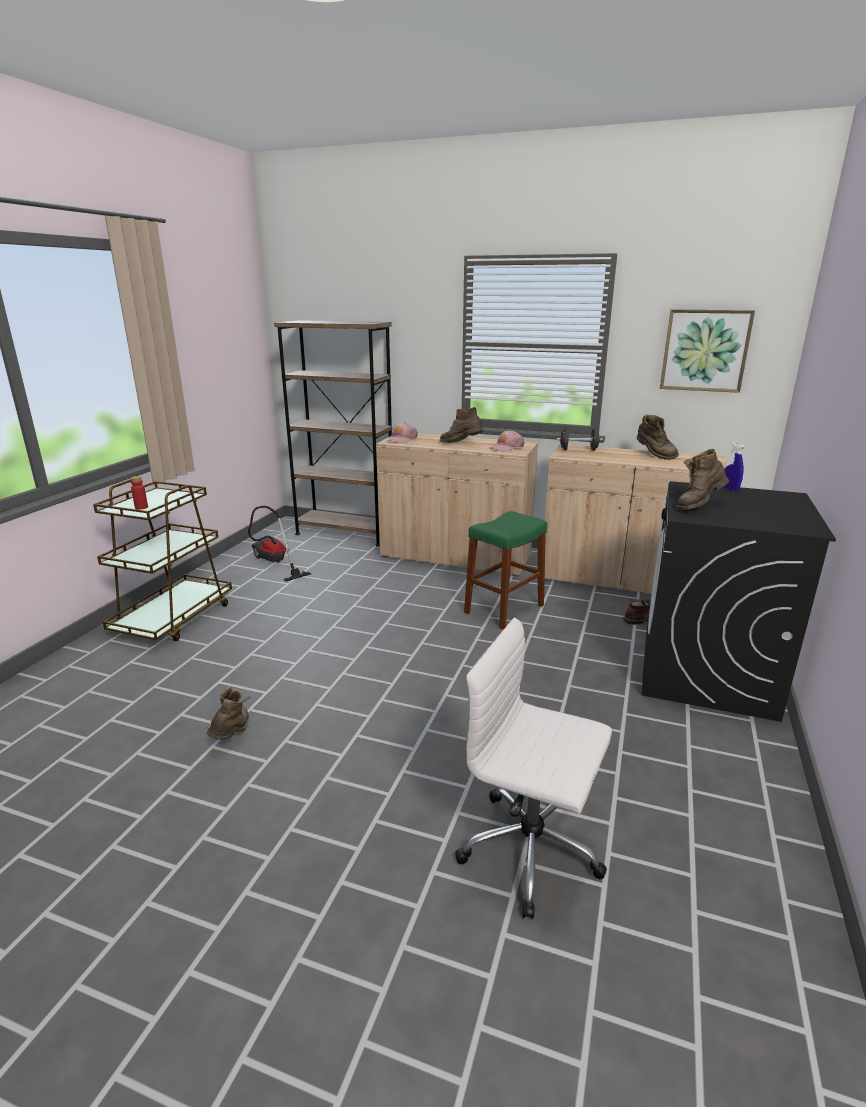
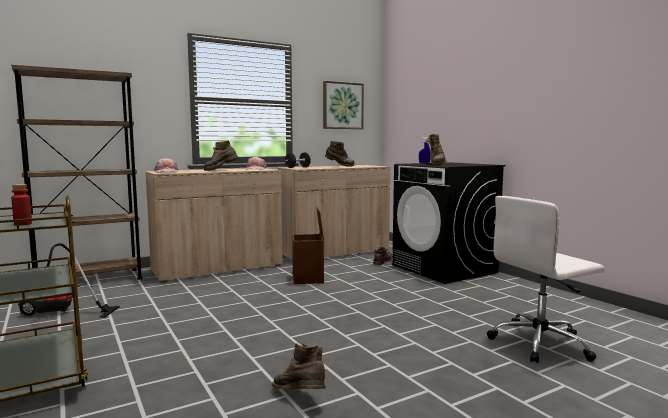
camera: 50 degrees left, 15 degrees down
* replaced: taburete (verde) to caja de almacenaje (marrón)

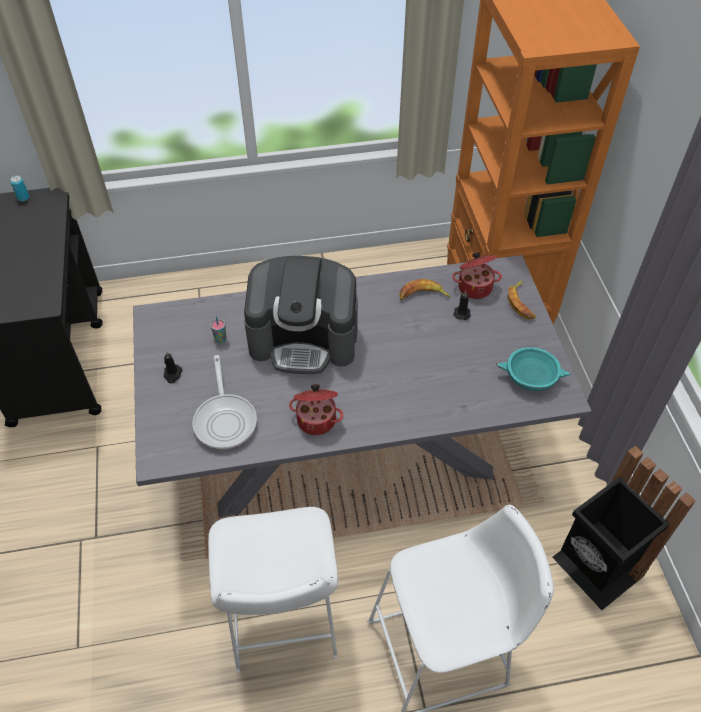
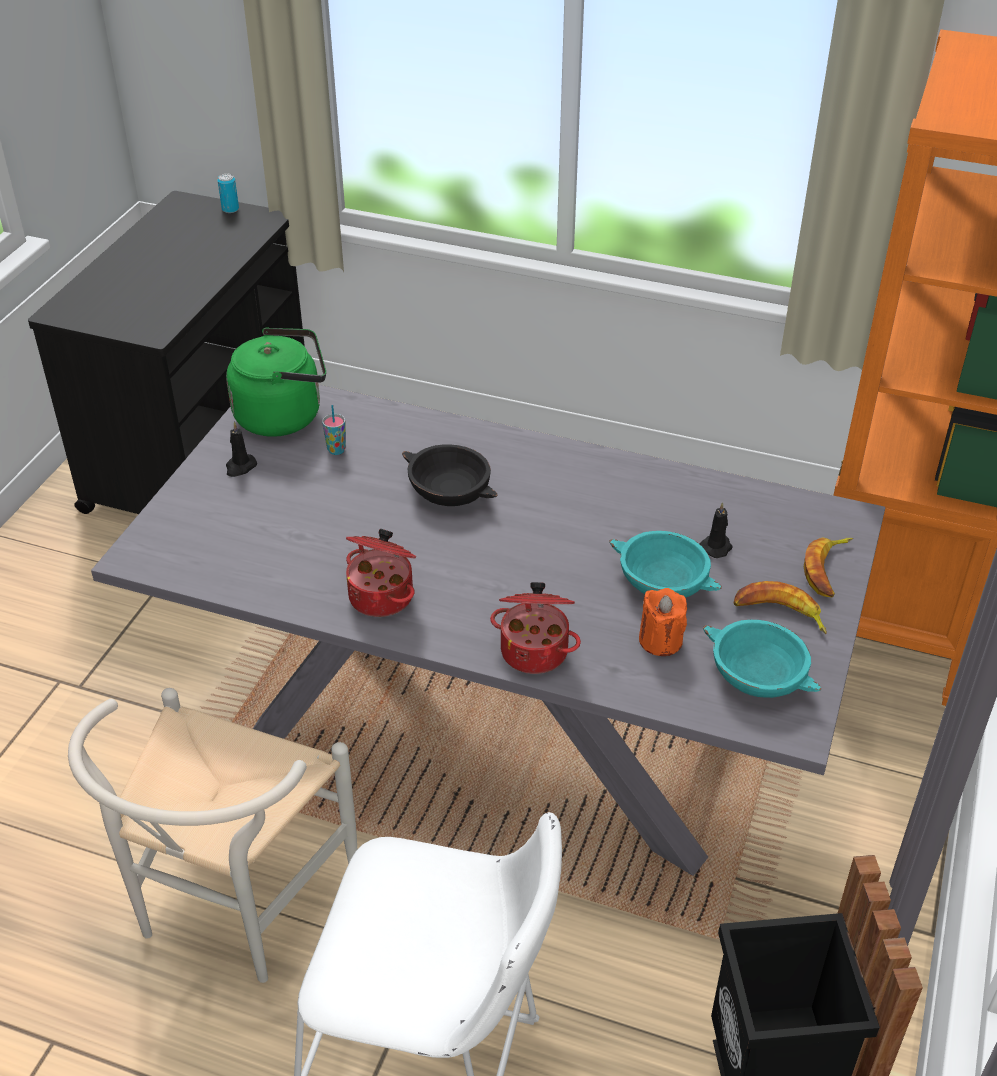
camera: 30 degrees right, 10 degrees down
* removed: sartén
* replaced: taburete (blanco) (1st from left) to silla (blanco)
* replaced: cafetera to cuenco (negro)
* moved: plátano (1st from left)
* moved: olla (2nd from left)
* added: hervidor (verde)
* added: cuenco (turquesa) (1st from left)
* added: vela (naranja)

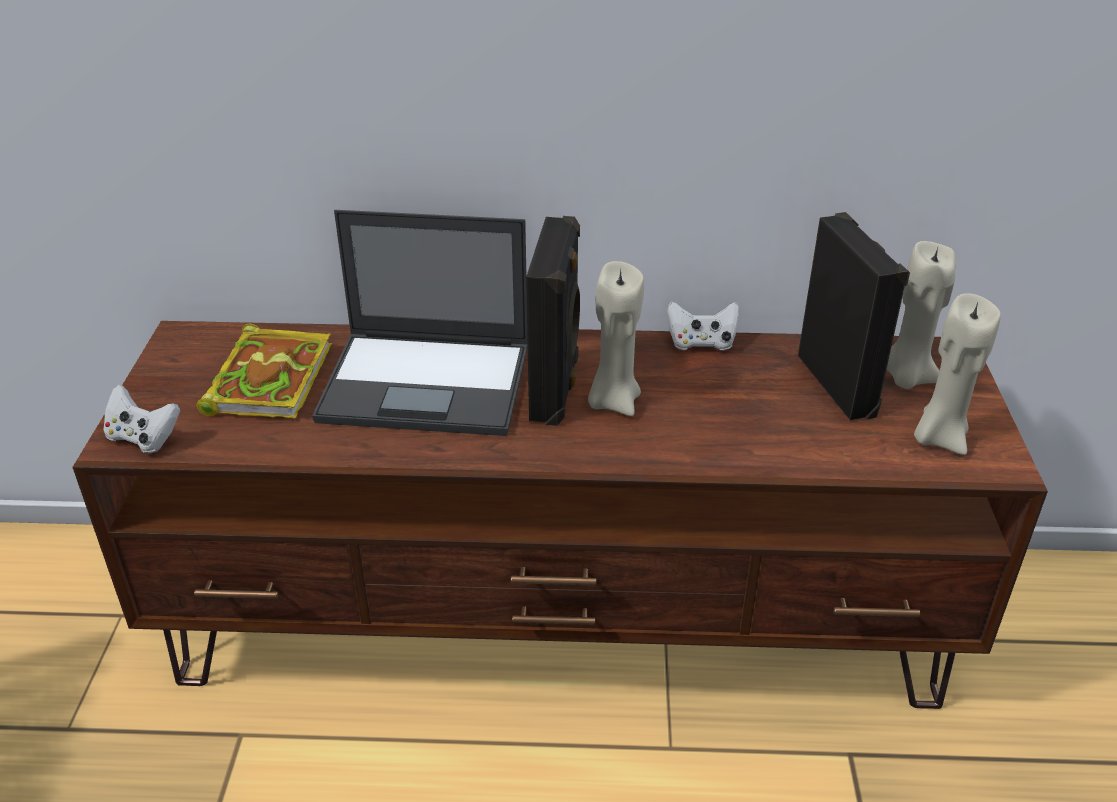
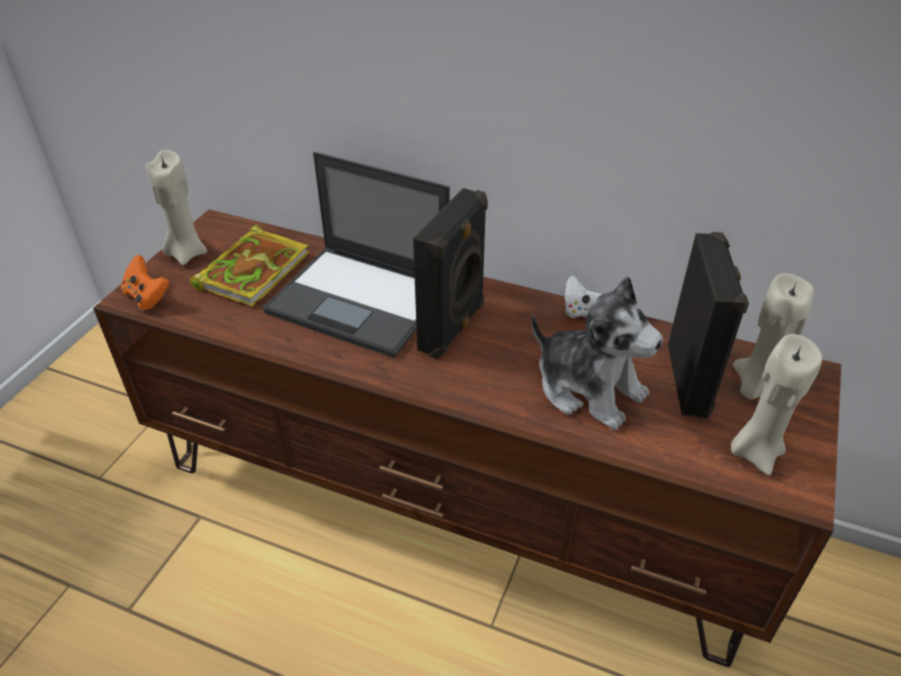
camera: 20 degrees right, 5 degrees up
* recoloured: mando de consola (blanco) (1st from left) to mando de consola (naranja)
* moved: vela (beis) (1st from left)
* added: peluche

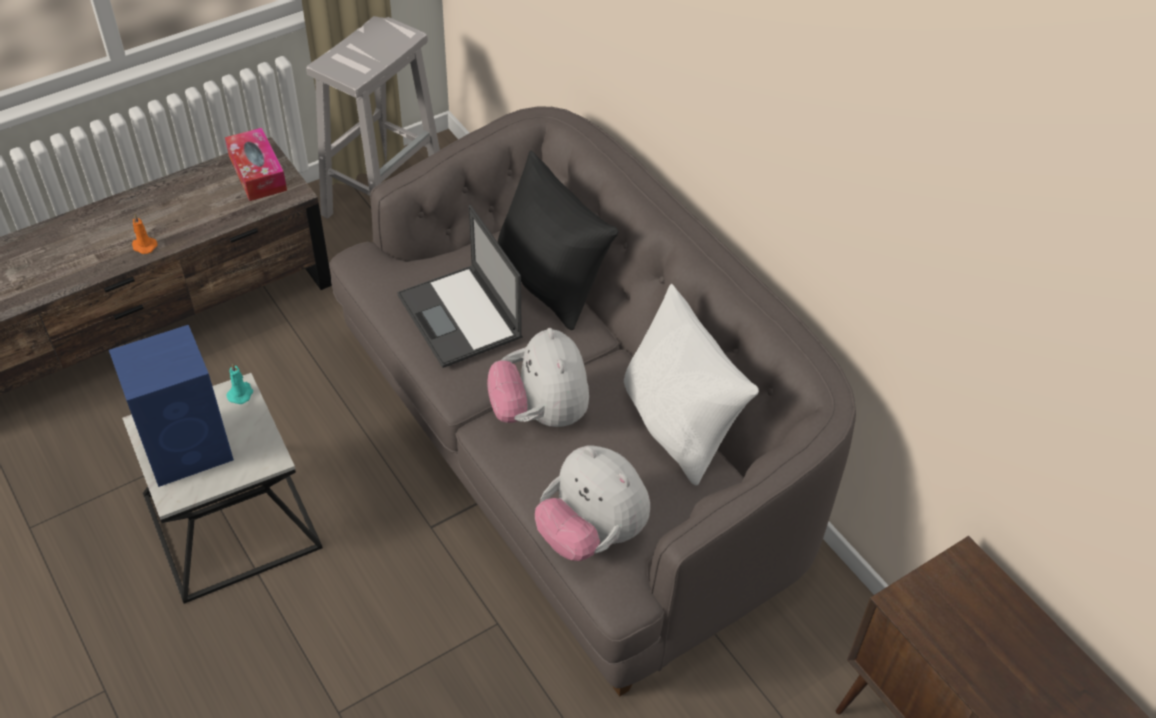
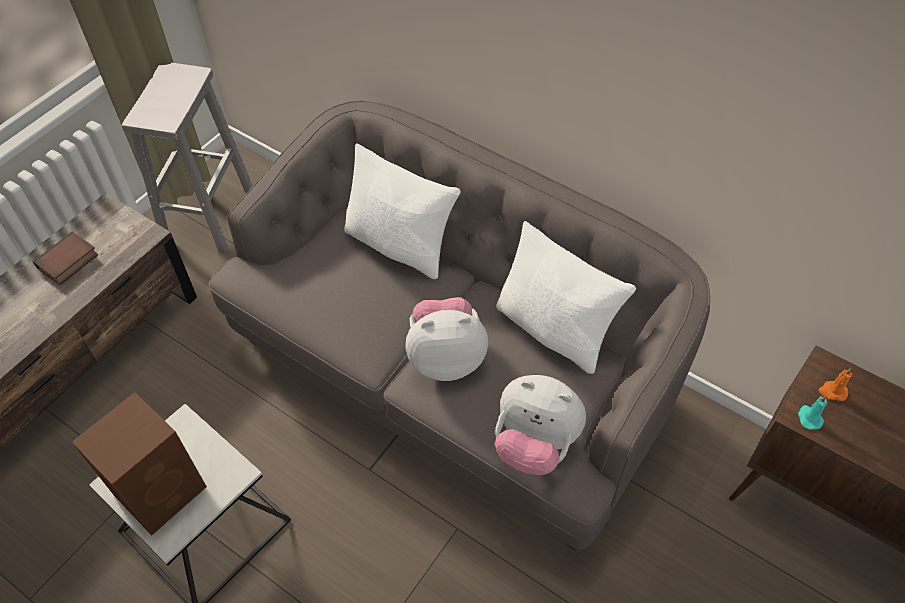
camera: 20 degrees left, 5 degrees up
* recoloured: altavoz (azul) to altavoz (marrón)
* moved: vela (naranja)
* removed: caja de pañuelos
* moved: vela (turquesa)
* removed: portátil
* turned: peluche (1st from left) 120 degrees clockwise
* recoloured: cojín (negro) to cojín (blanco) (1st from left)
* added: libro

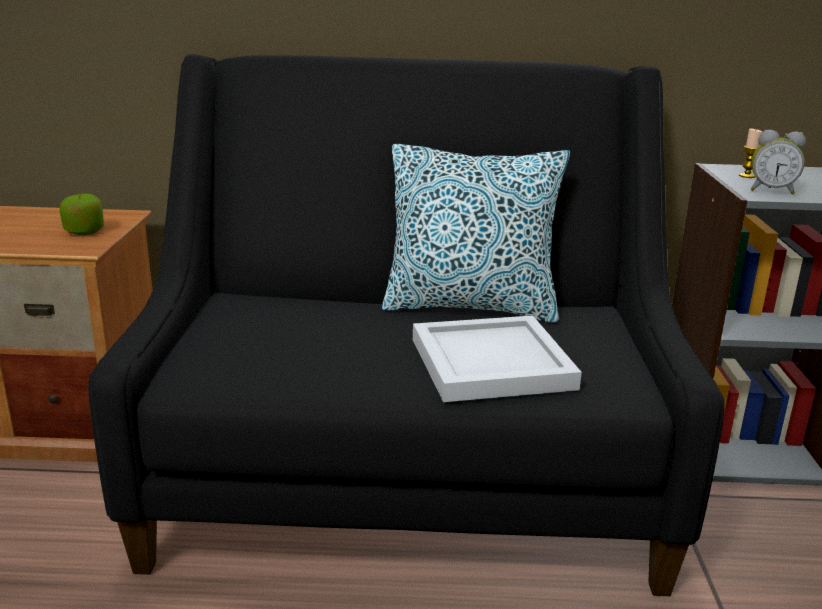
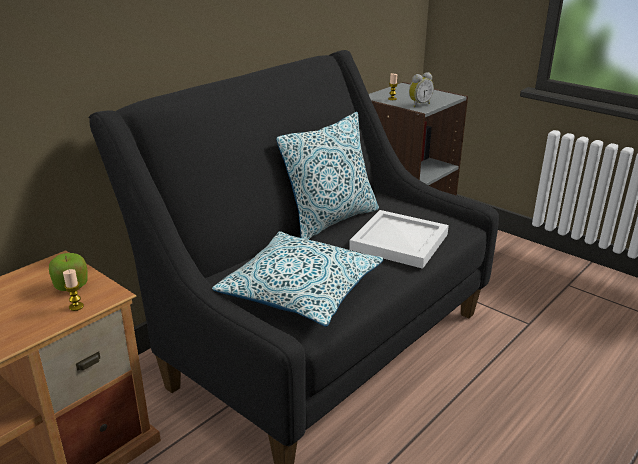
camera: 50 degrees left, 5 degrees up
* added: vela (1st from left)
* added: cojín (1st from left)

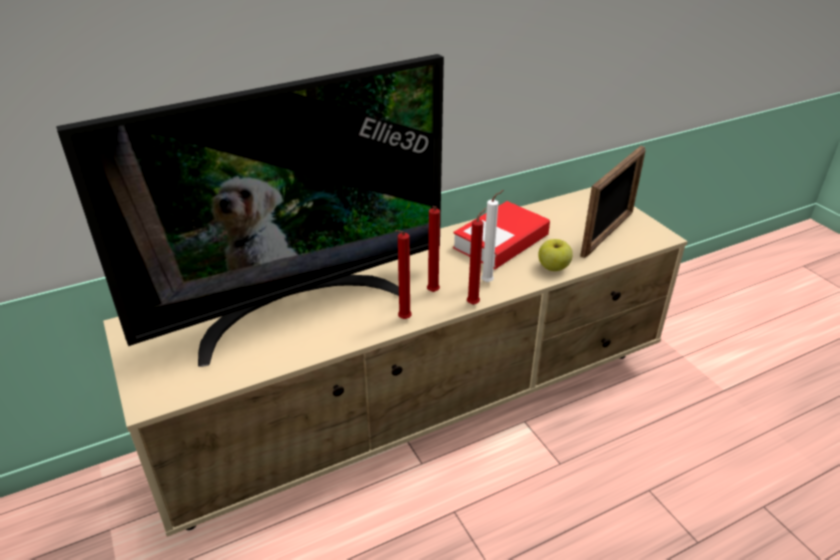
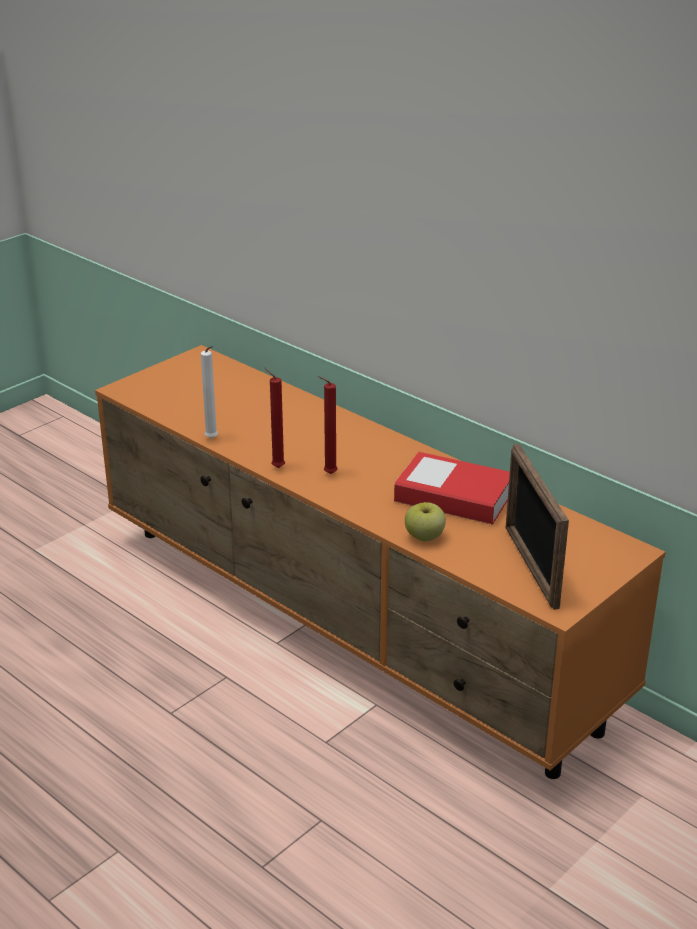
camera: 70 degrees right, 5 degrees down
* removed: televisor
* recoloured: mueble de televisión (beis) to mueble de televisión (naranja)
* removed: vela (rojo) (3rd from left)
* moved: vela (blanco)
* turned: portarretratos 60 degrees clockwise

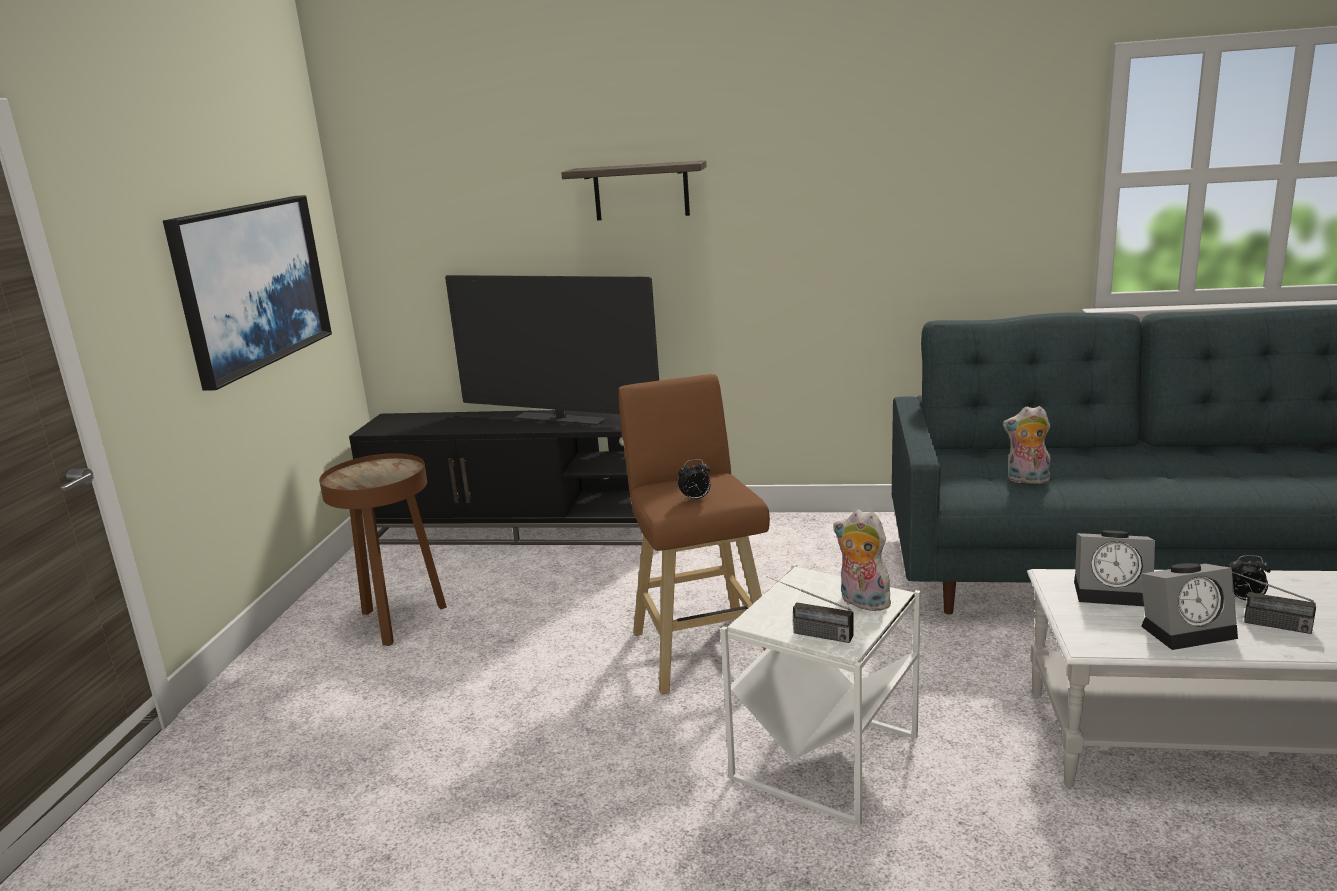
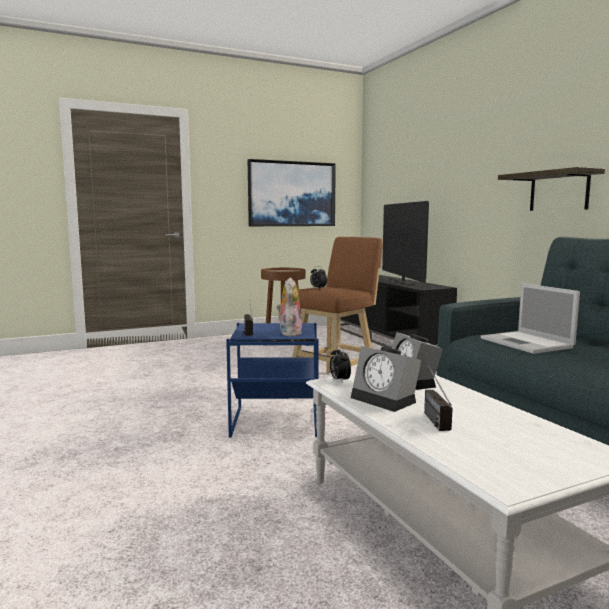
camera: 55 degrees right, 10 degrees down
* moved: estante
* recoloured: mesa auxiliar (blanco) to mesa auxiliar (azul)
* replaced: peluche (2nd from left) to portátil
* moved: despertador (4th from left in the first image) to despertador (2nd from left)

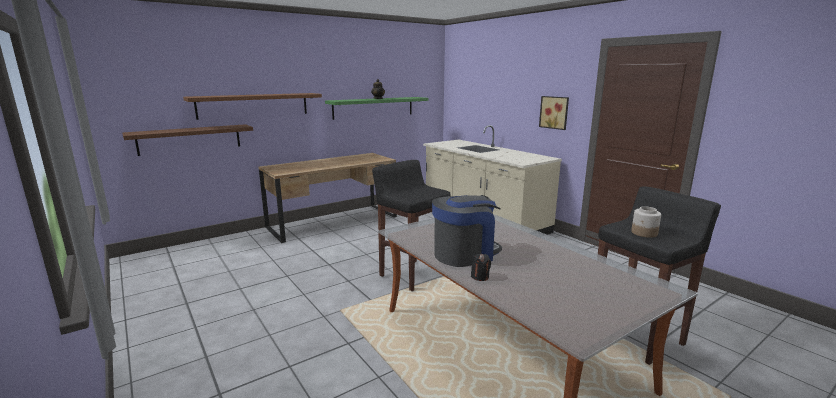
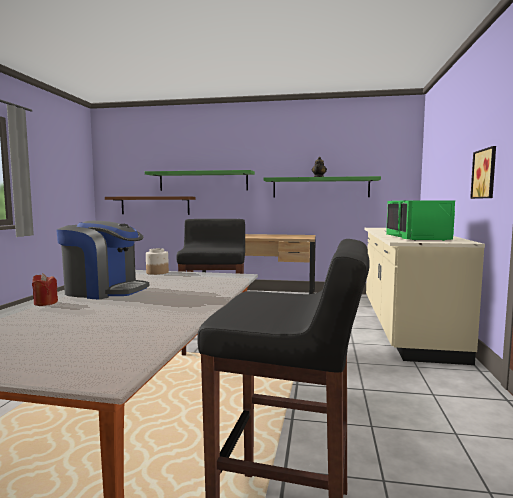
camera: 45 degrees right, 10 degrees down
* recoloured: estante (marrón) (2nd from left) to estante (verde) (1st from left)
* recoloured: vela (negro) to vela (rojo)
* moved: tarro
* added: microondas (verde)

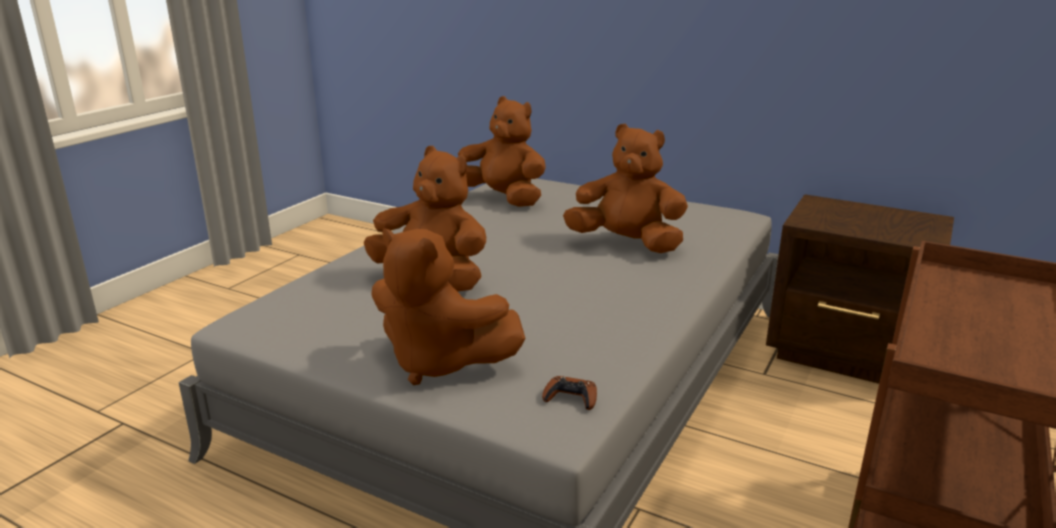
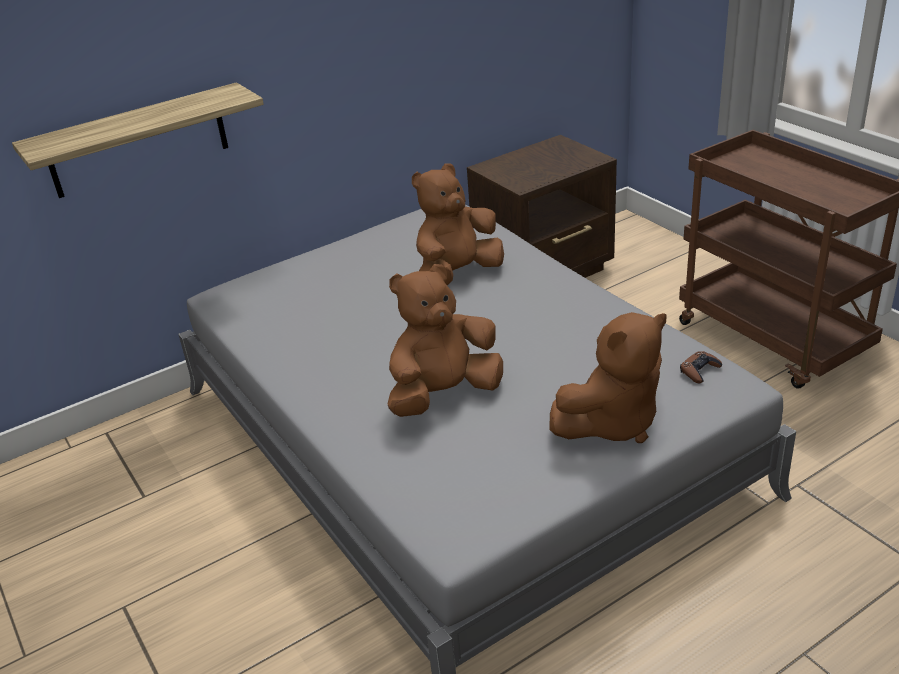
camera: 60 degrees left, 10 degrees up
* removed: peluche (marrón) (3rd from left)
* added: estante

